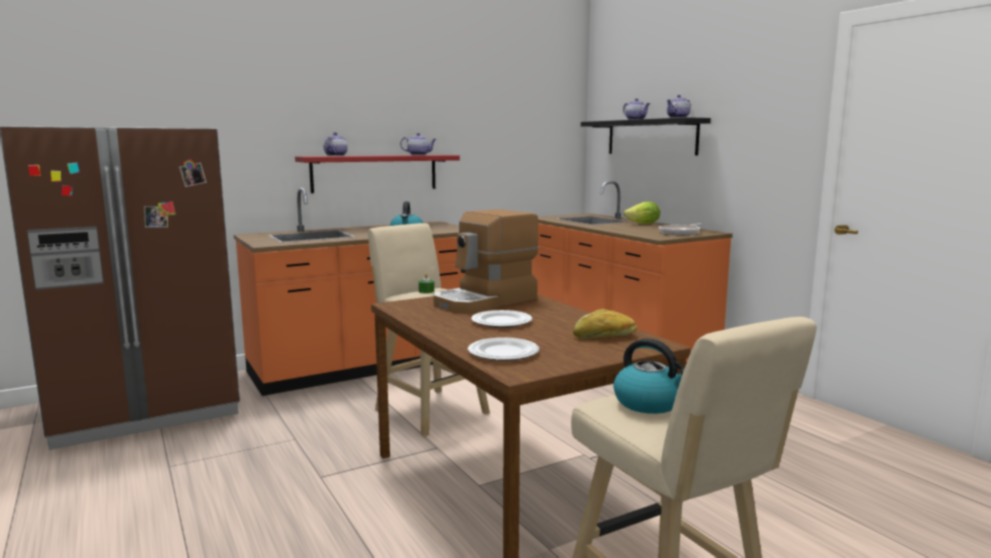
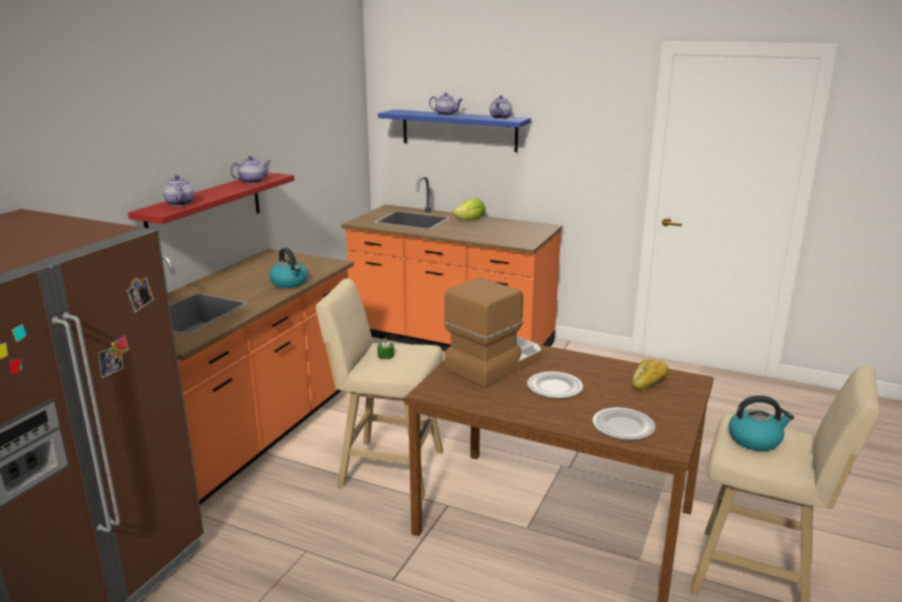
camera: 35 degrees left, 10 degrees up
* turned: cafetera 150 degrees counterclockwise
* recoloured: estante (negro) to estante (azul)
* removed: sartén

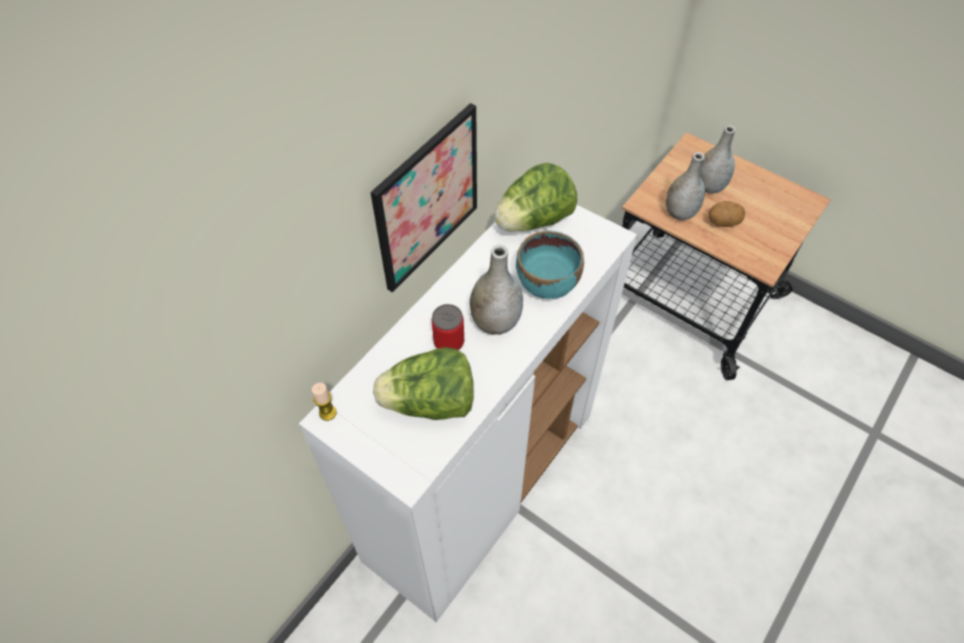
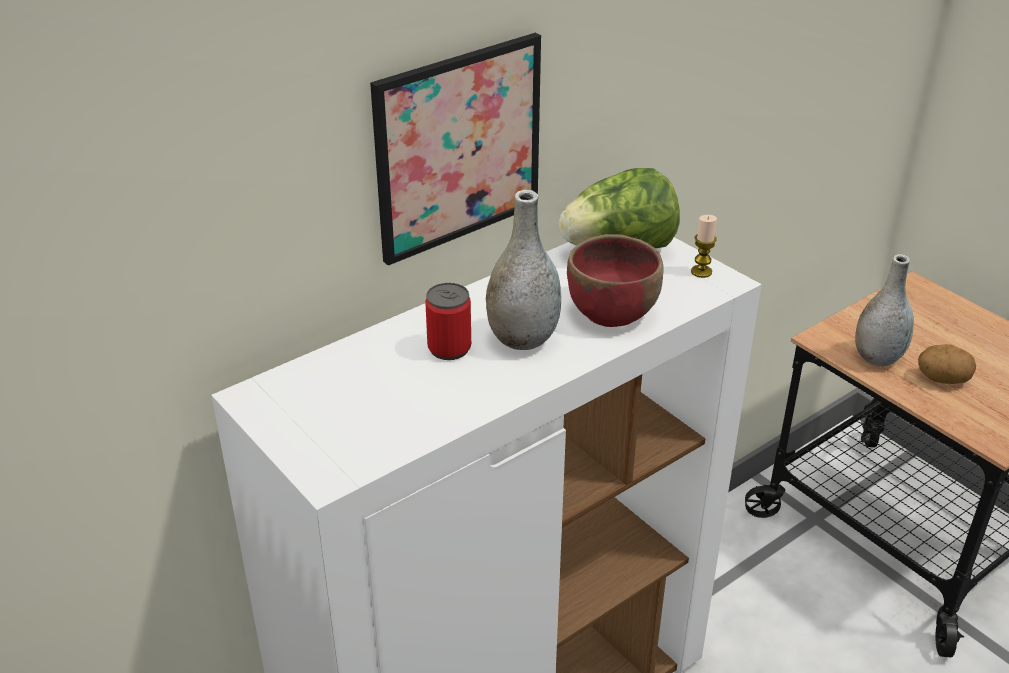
camera: 15 degrees right, 20 degrees down
* moved: vela
* removed: lechuga (1st from left)
* recoloured: cuenco (turquesa) to cuenco (rojo)
* removed: florero (gris) (3rd from left)

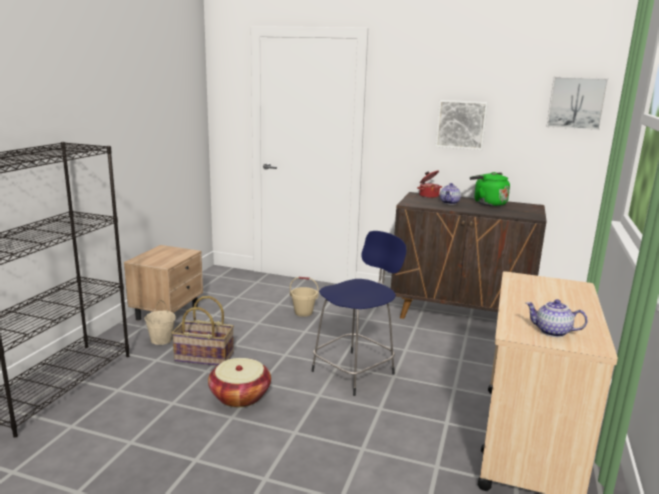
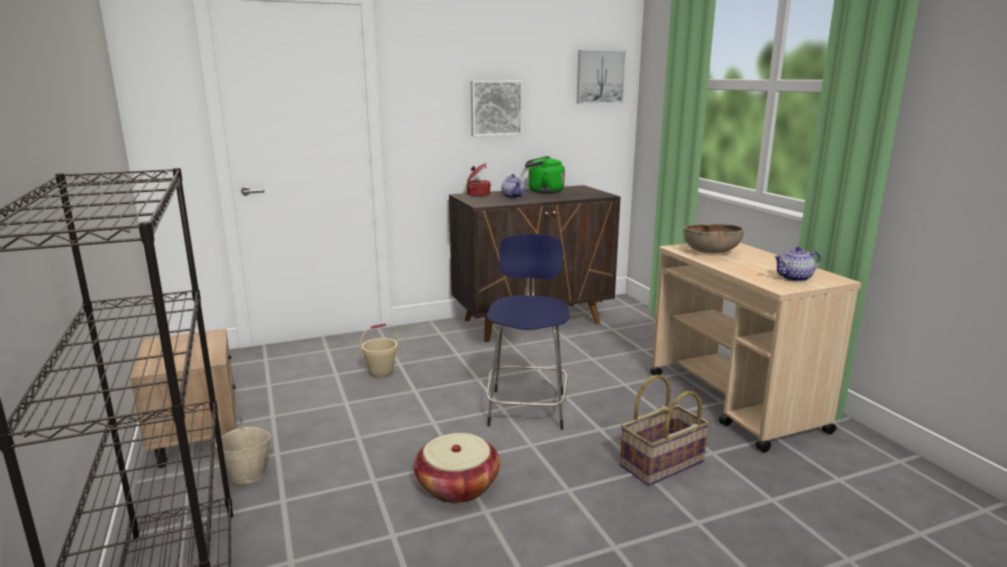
camera: 40 degrees left, 0 degrees up
* moved: cesta (1st from left in the first image) to cesta (2nd from left)
* added: cuenco (marrón)

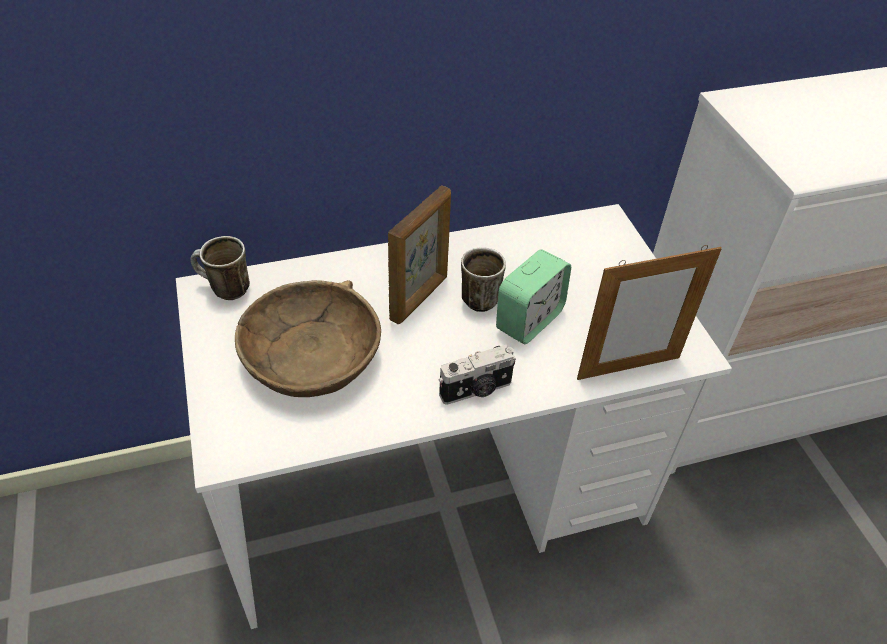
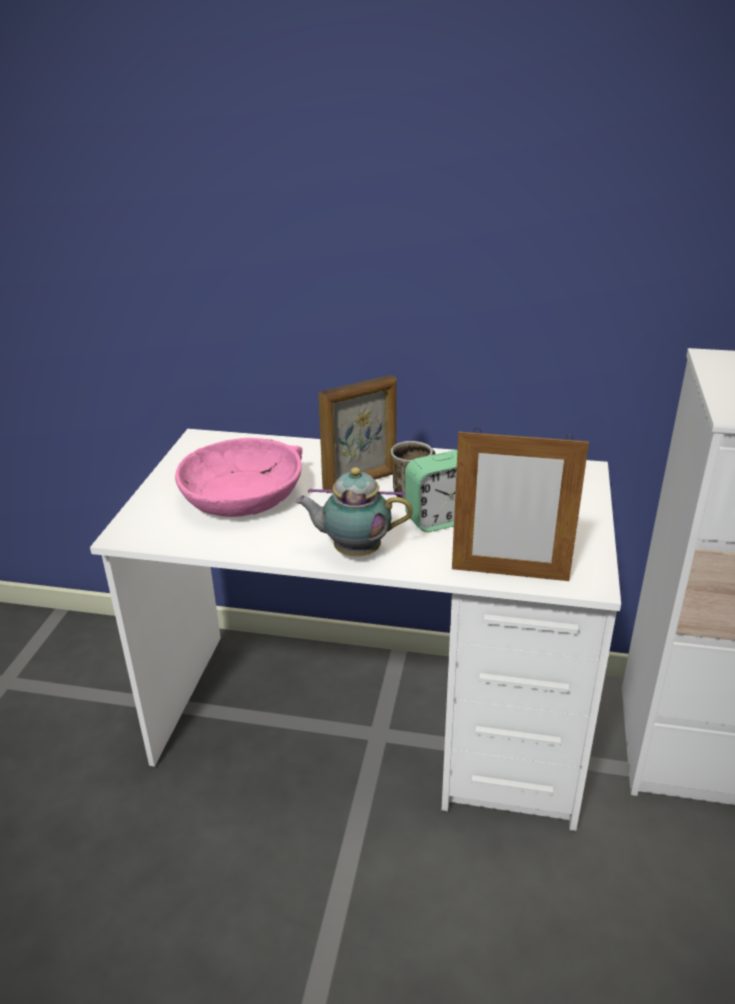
camera: 30 degrees right, 15 degrees down
* removed: taza grande (1st from left)
* recoloured: cuenco (marrón) to cuenco (rosa)
* replaced: cámara to tetera

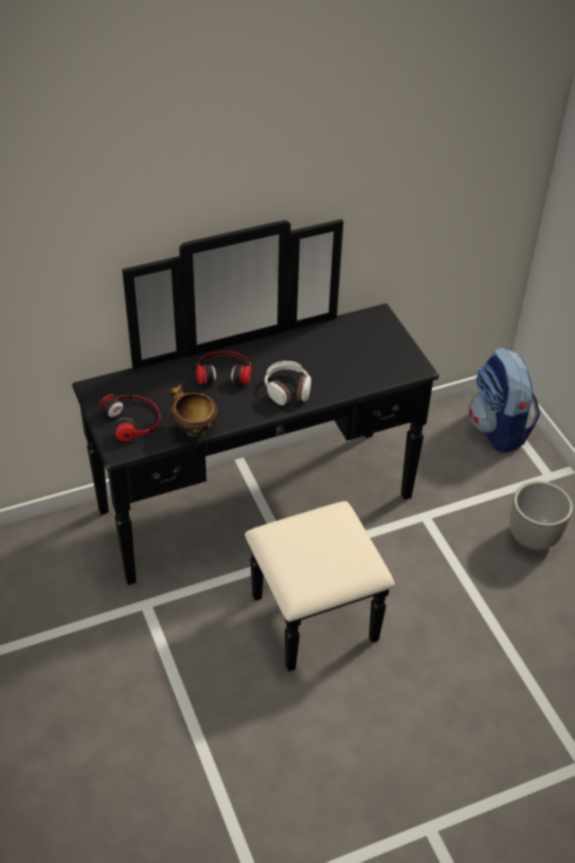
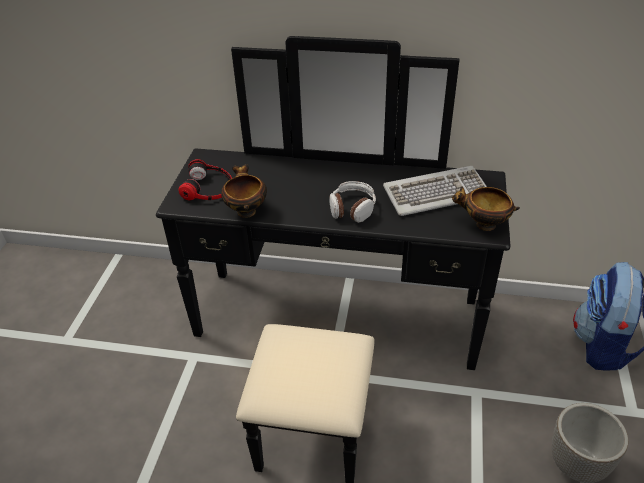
camera: 35 degrees right, 5 degrees down
* removed: auriculares (2nd from left)
* added: teclado
* added: cuenco (2nd from left)

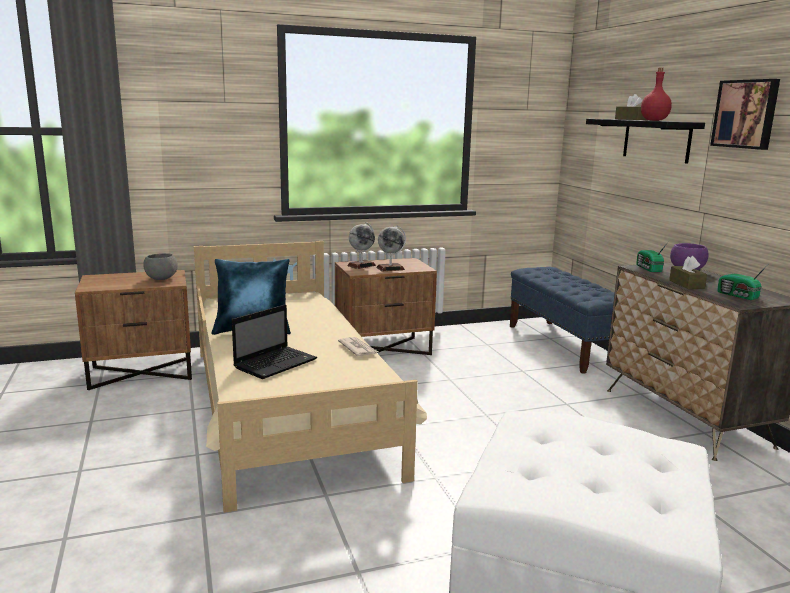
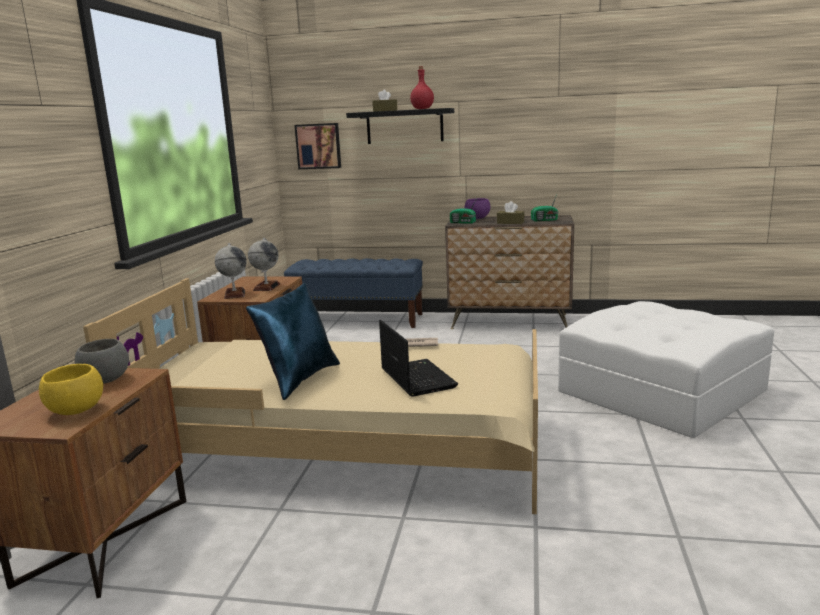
camera: 60 degrees left, 0 degrees up
* moved: cuadro
* added: cuenco (amarillo)

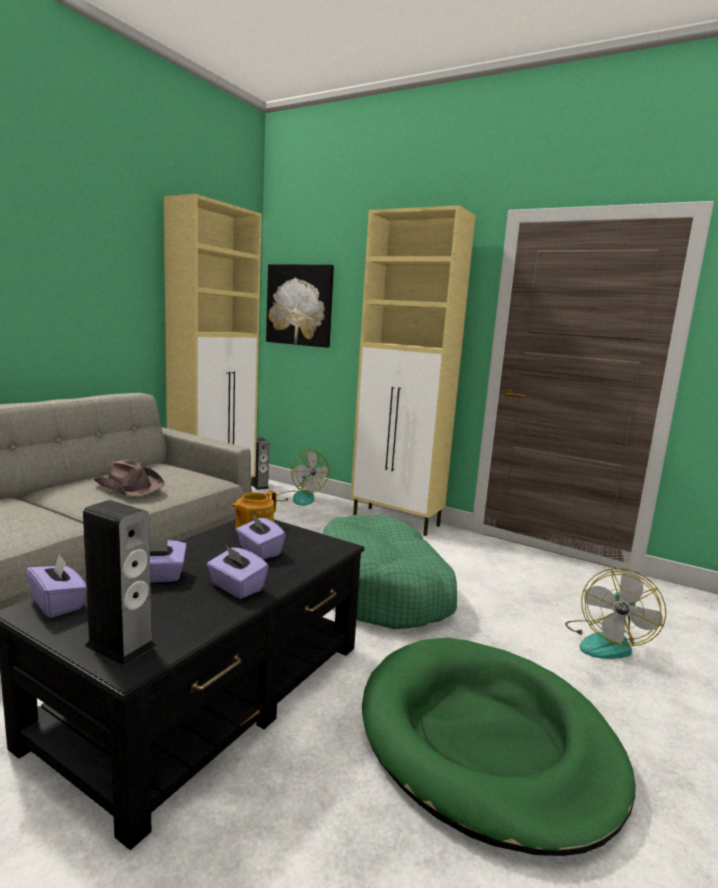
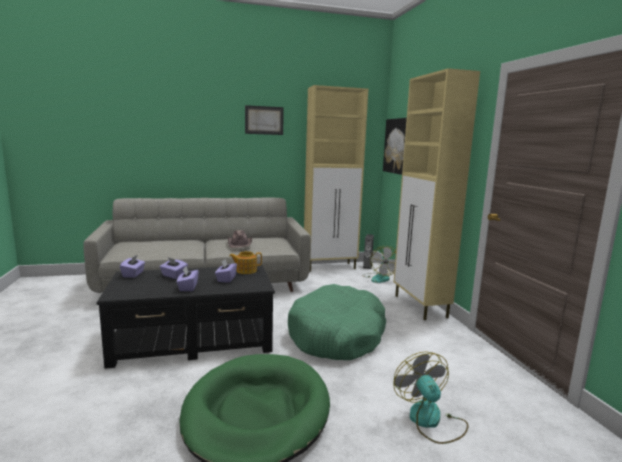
camera: 45 degrees right, 0 degrees up
* removed: altavoz (1st from left)
* turned: ventilador (2nd from left) 90 degrees clockwise
* added: cuadro (1st from left)

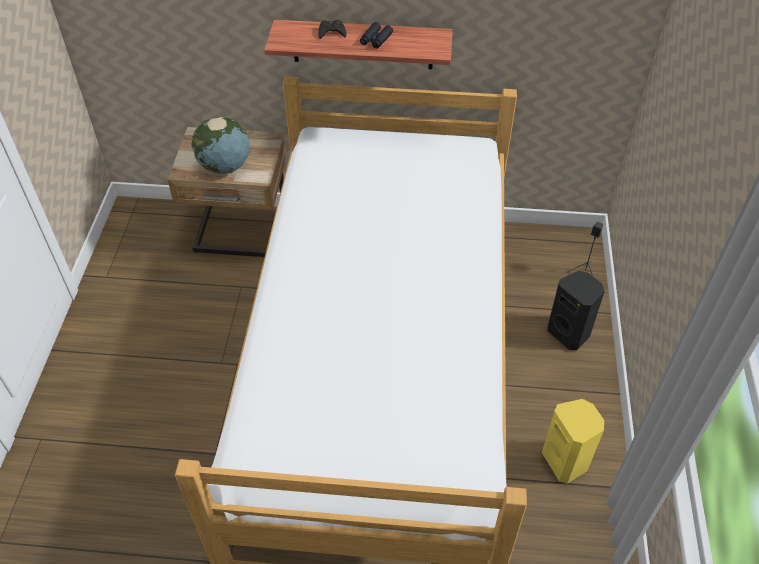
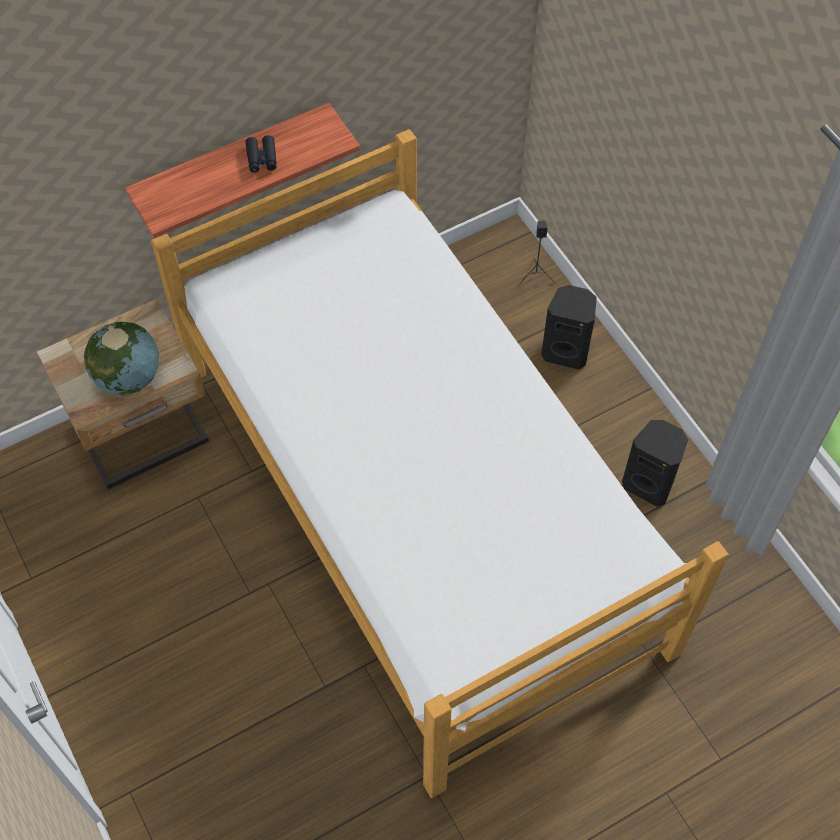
camera: 35 degrees left, 10 degrees up
* removed: mando de consola (negro)
* recoloured: altavoz (amarillo) to altavoz (negro) (3rd from left)

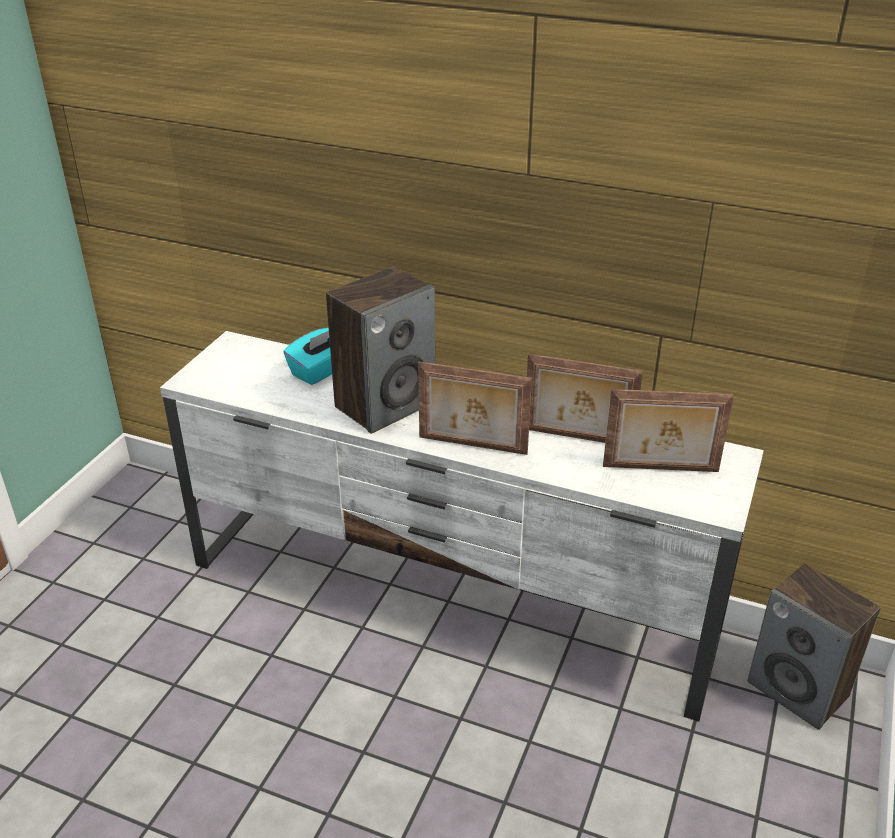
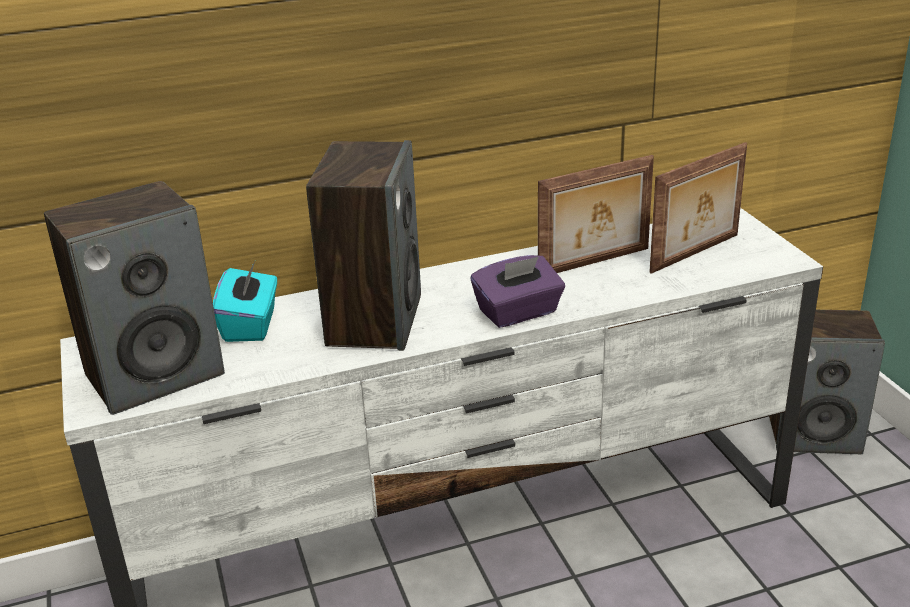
camera: 40 degrees left, 5 degrees down
* replaced: portarretratos (1st from left) to caja de pañuelos (morado)
* added: altavoz (1st from left)

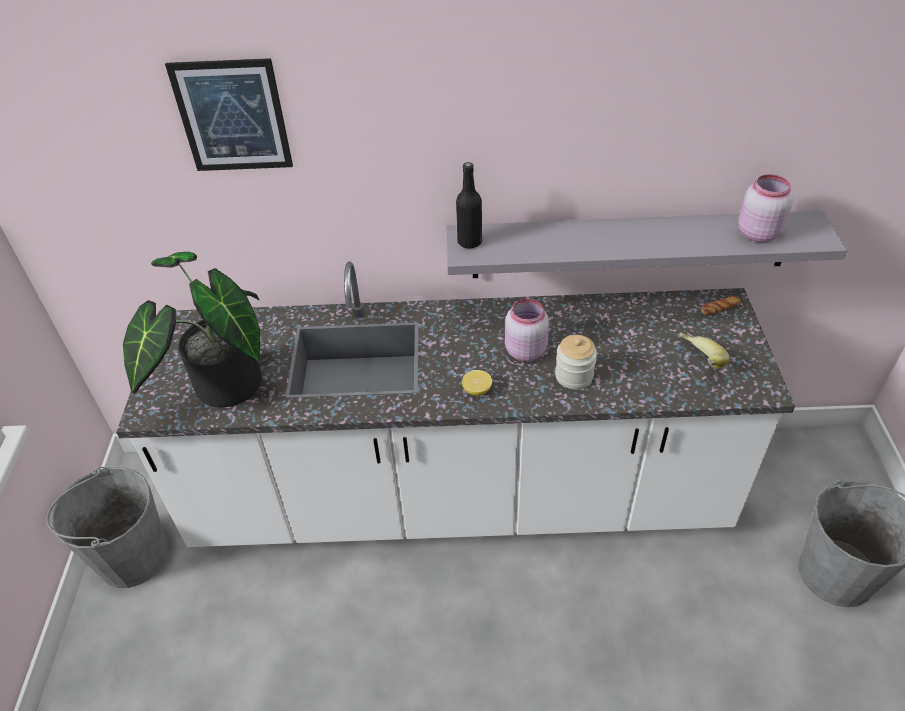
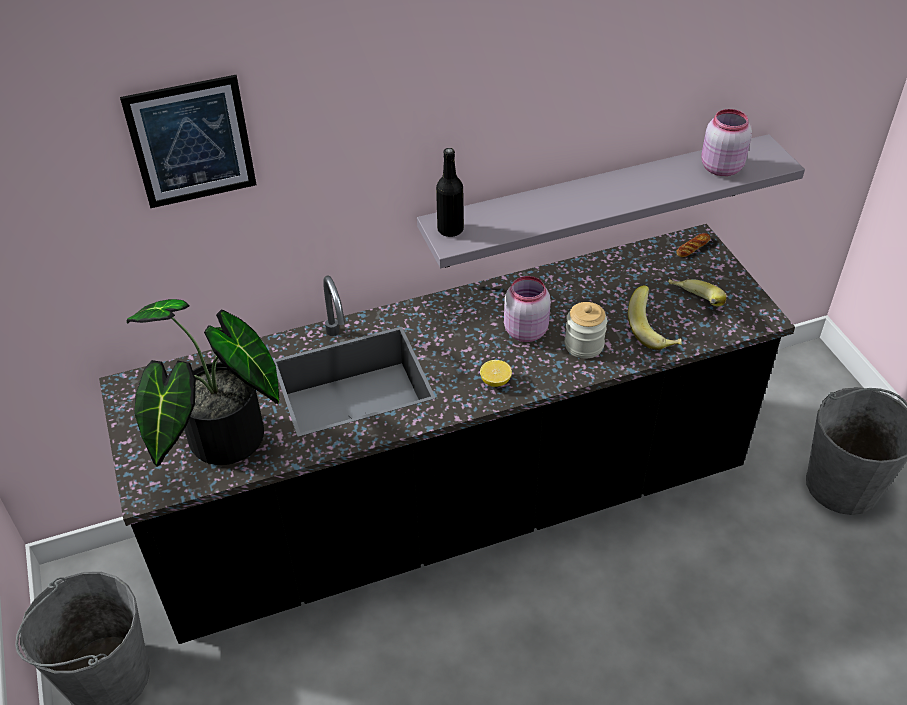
camera: 20 degrees left, 0 degrees up
* recoloured: mueble bajo de cocina (blanco) to mueble bajo de cocina (negro)
* added: plátano (1st from left)

